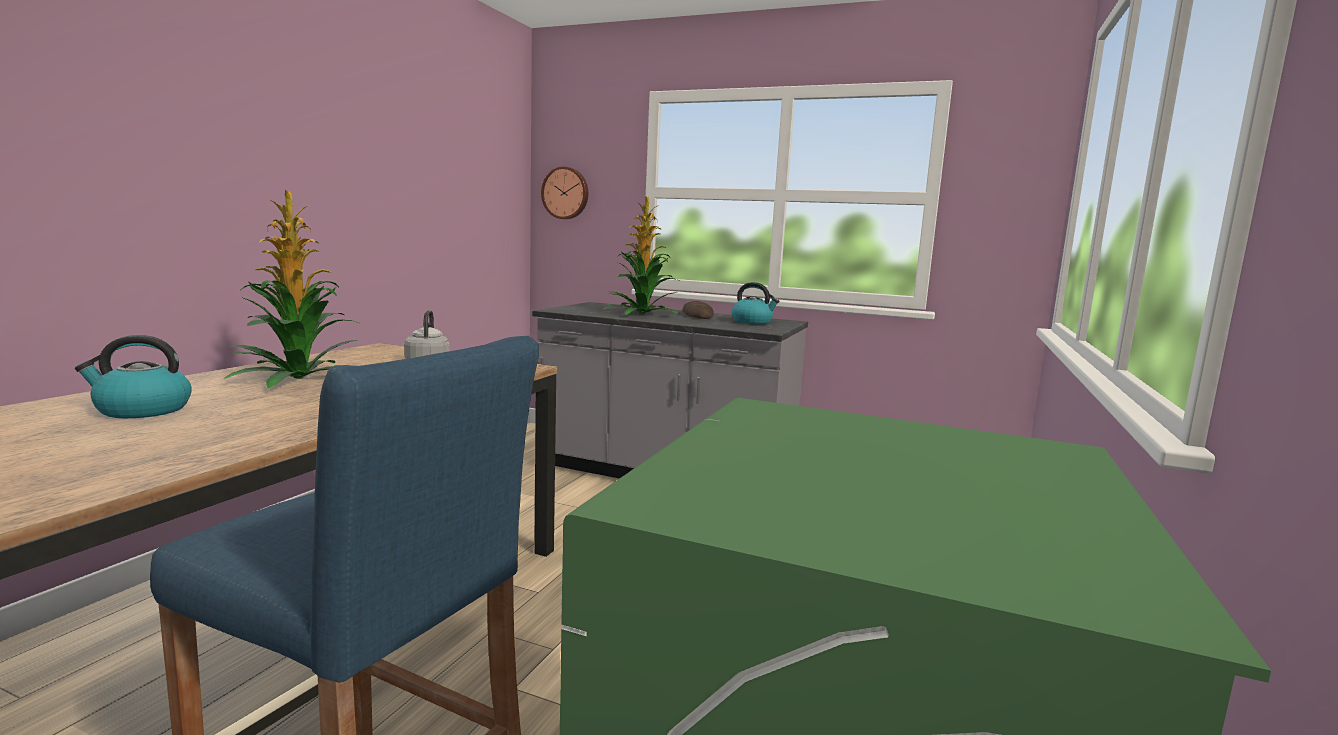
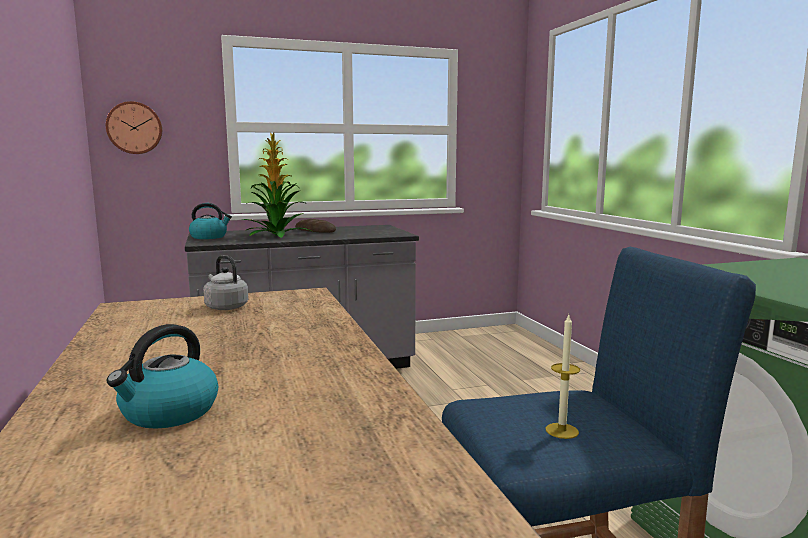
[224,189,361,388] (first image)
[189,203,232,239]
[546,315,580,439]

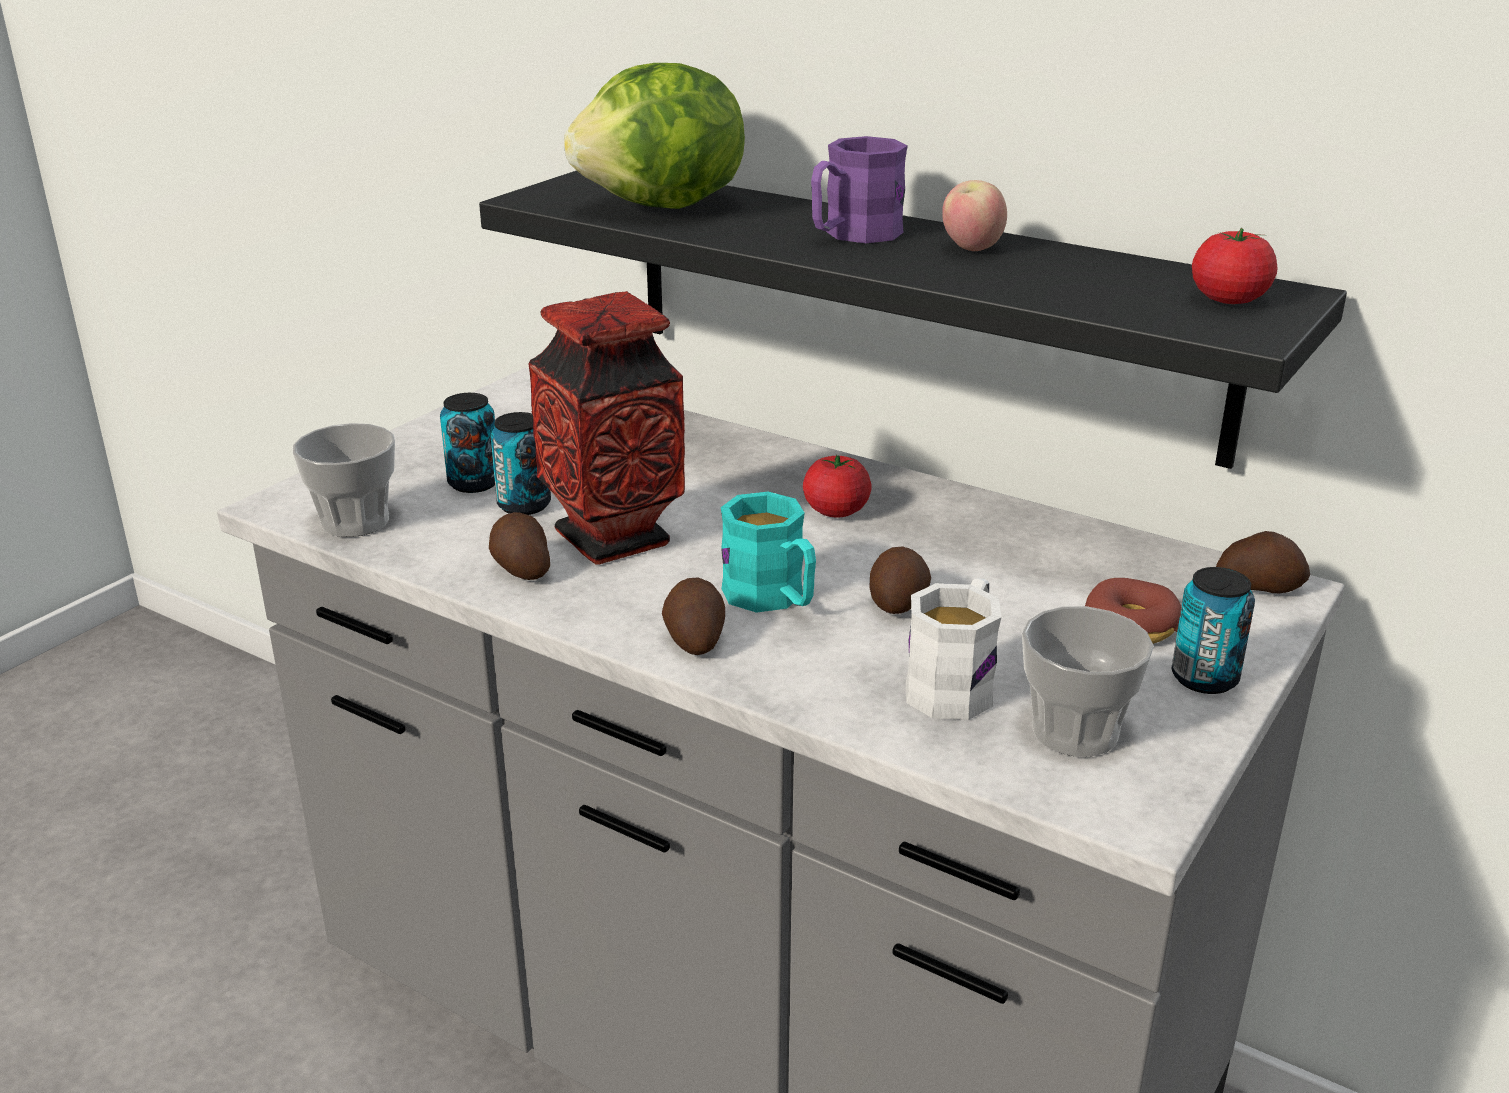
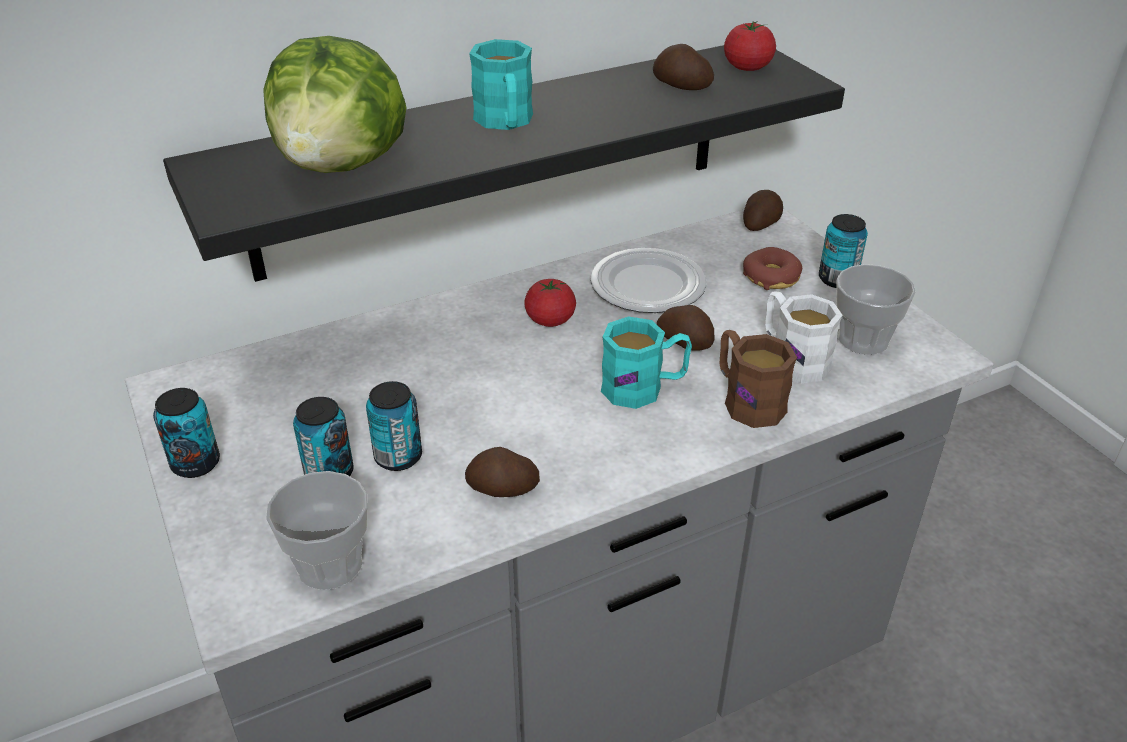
[528,291,685,565] (first image)
[653,44,714,90]
[469,39,533,130]
[942,180,1007,251] (first image)
[153,388,220,478]
[591,248,707,313]
[720,330,797,428]

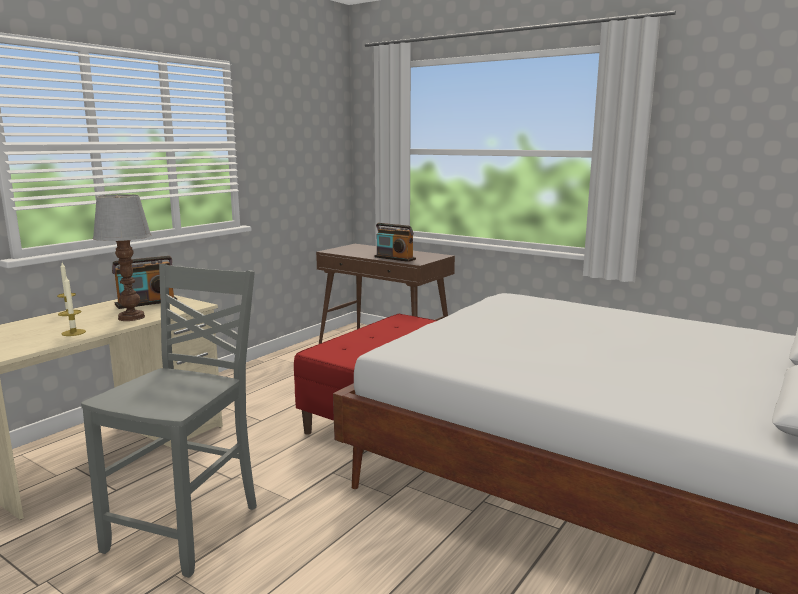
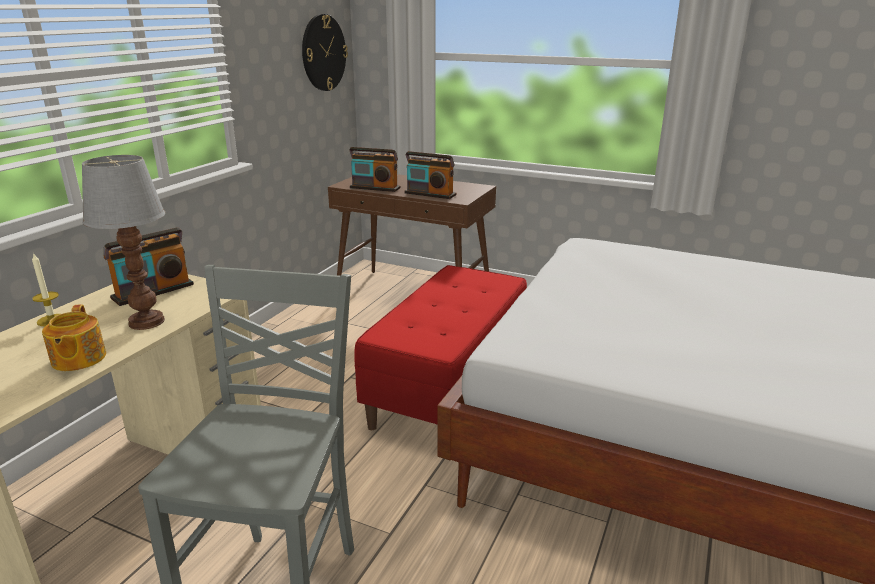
[42,304,106,371]
[302,14,348,91]
[349,147,401,192]

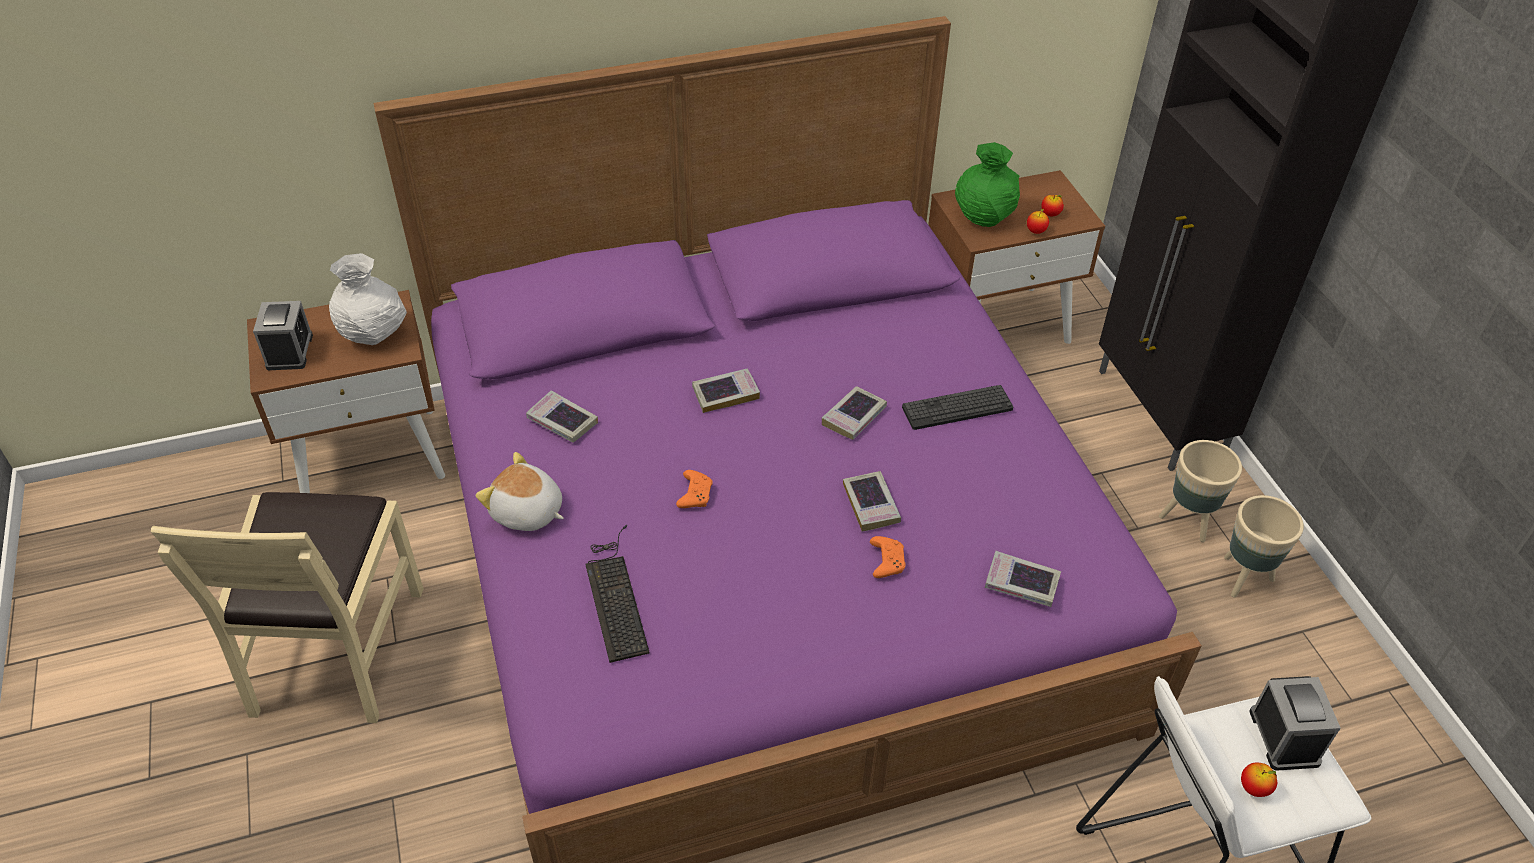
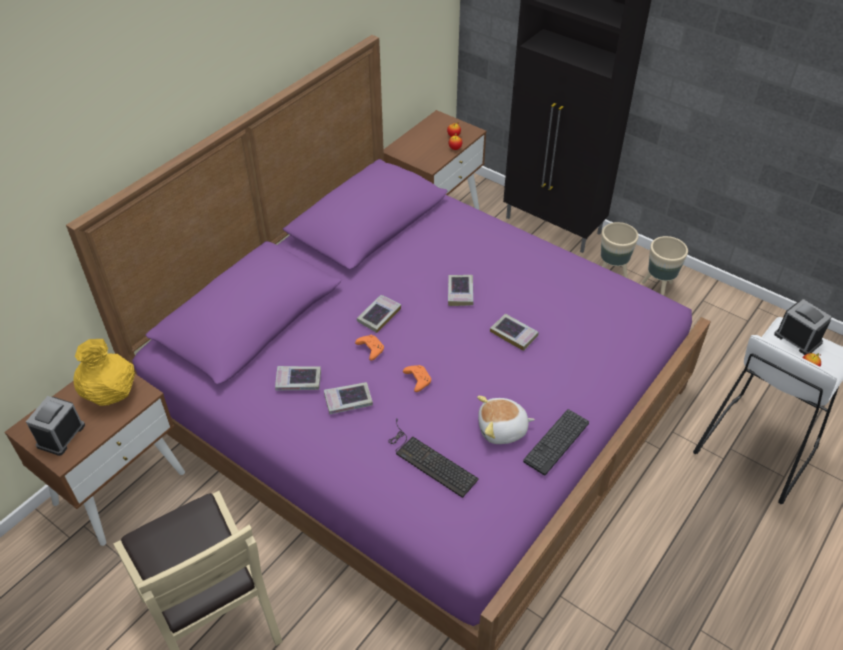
[26,396,85,456]
[74,339,135,406]
[477,396,535,444]
[355,335,384,361]
[523,409,589,475]
[955,142,1020,227] (first image)
[324,382,373,414]

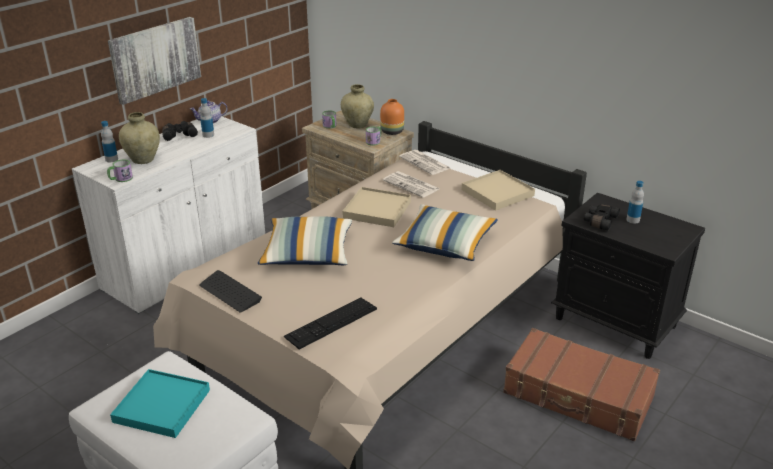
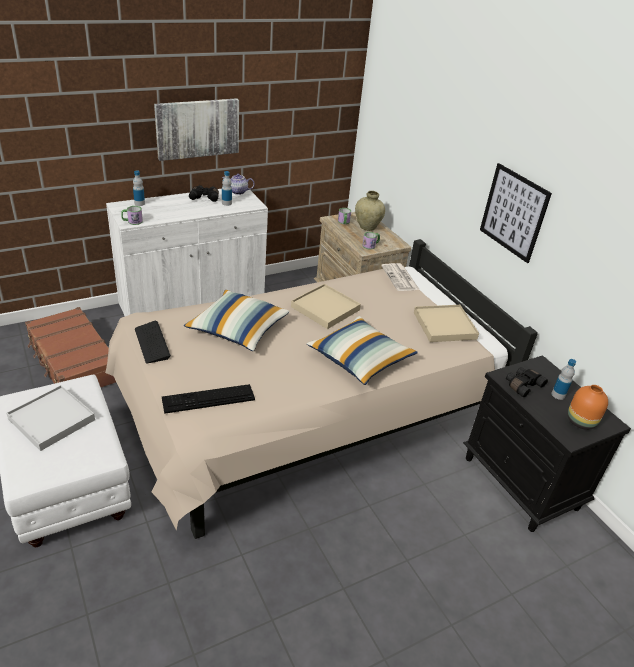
[6,385,95,451]
[119,112,160,164] (first image)
[568,385,608,430]
[383,171,439,198] (first image)
[25,307,116,387]
[480,163,552,263]

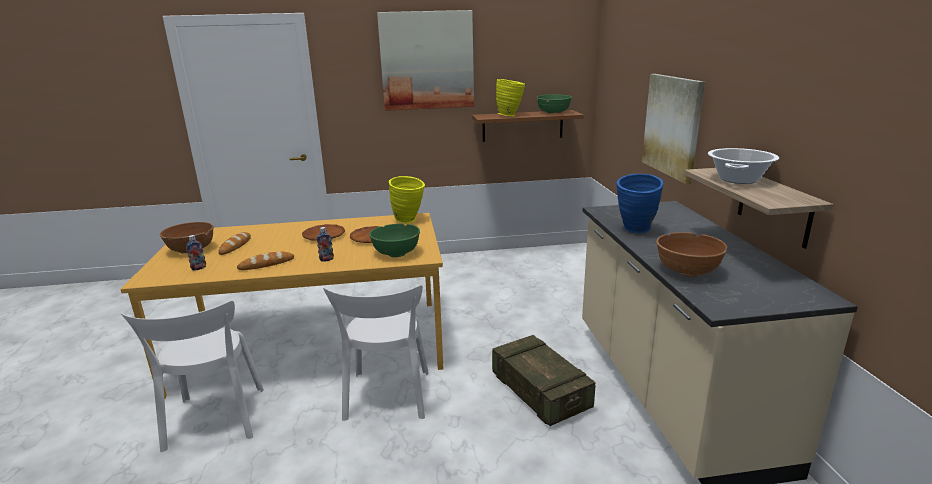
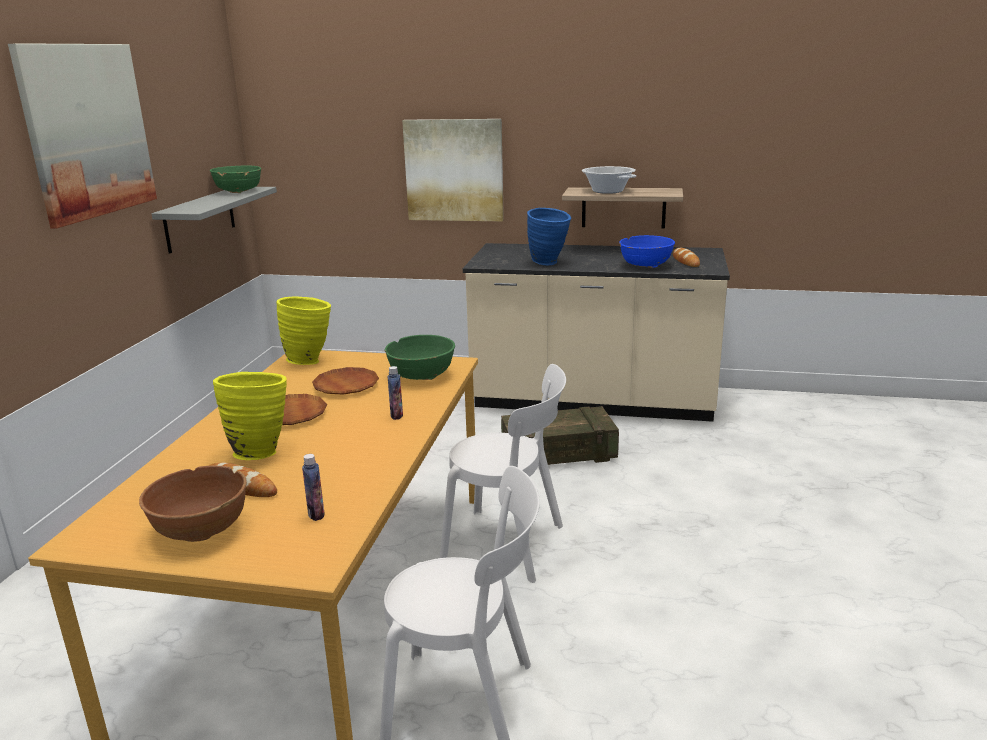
[673,248,700,267]
[152,187,277,254]
[213,372,287,460]
[619,235,675,268]

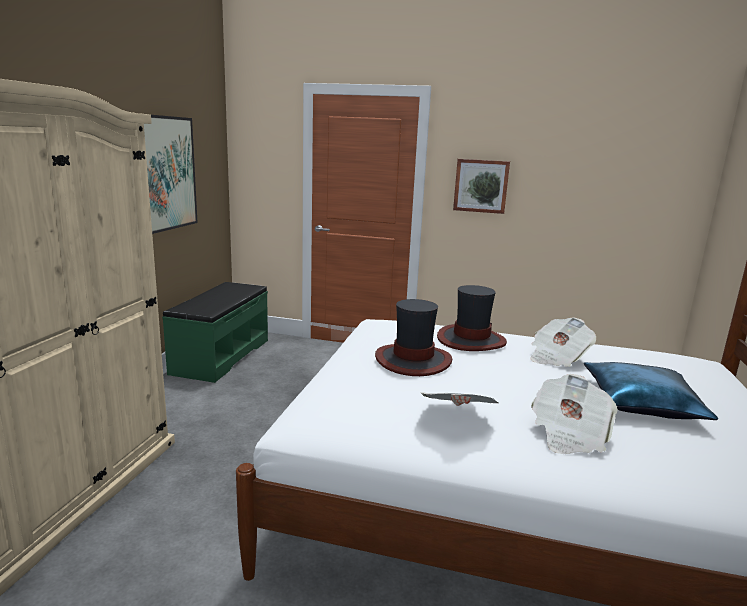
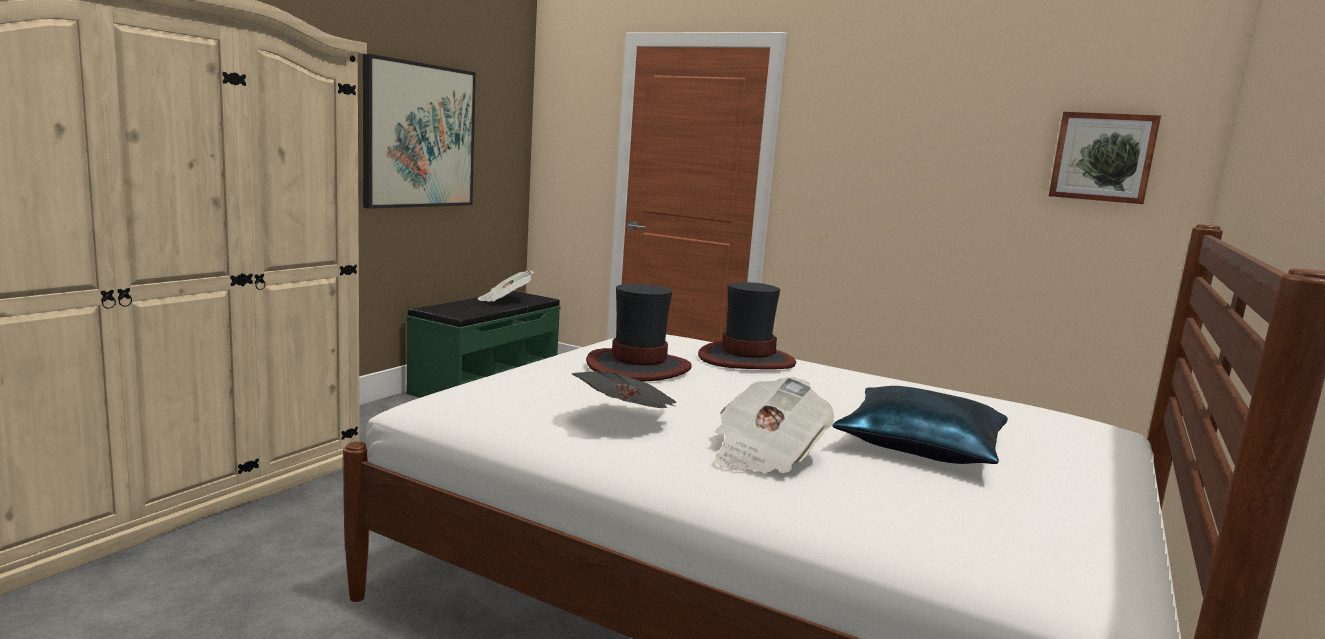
[1049,112,1161,204]
[478,270,534,302]

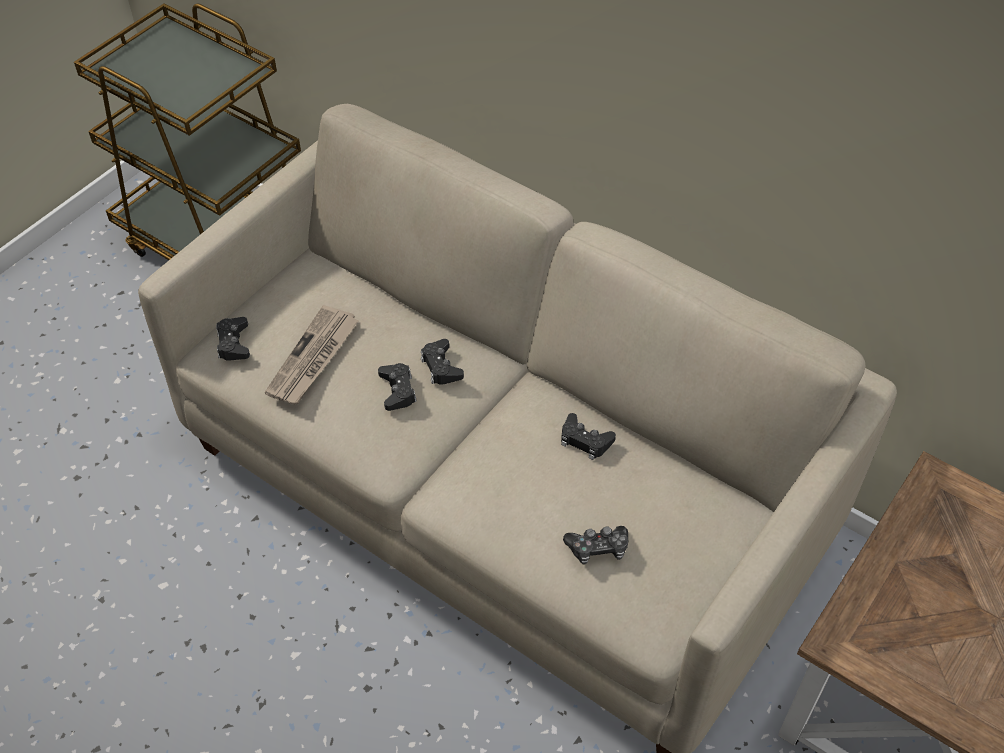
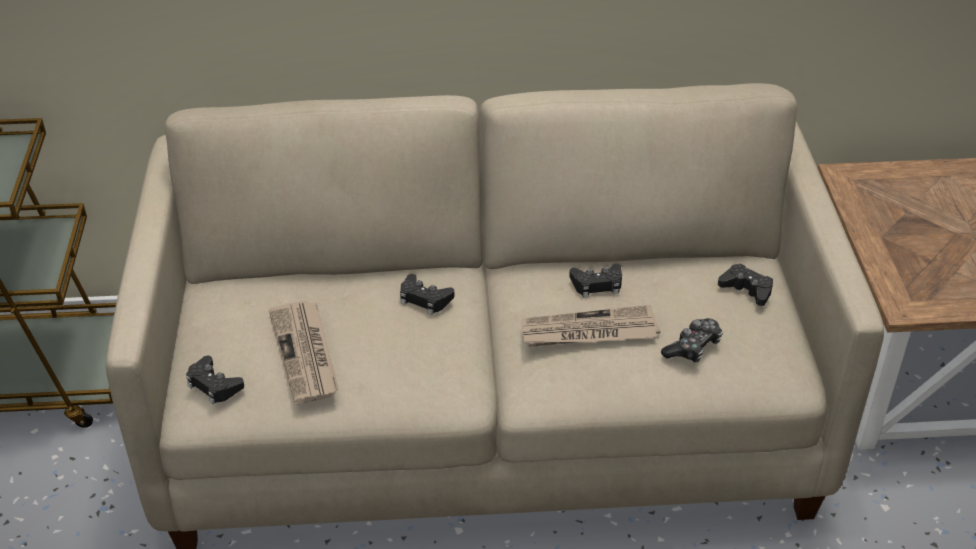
[718,264,773,306]
[522,305,661,347]

